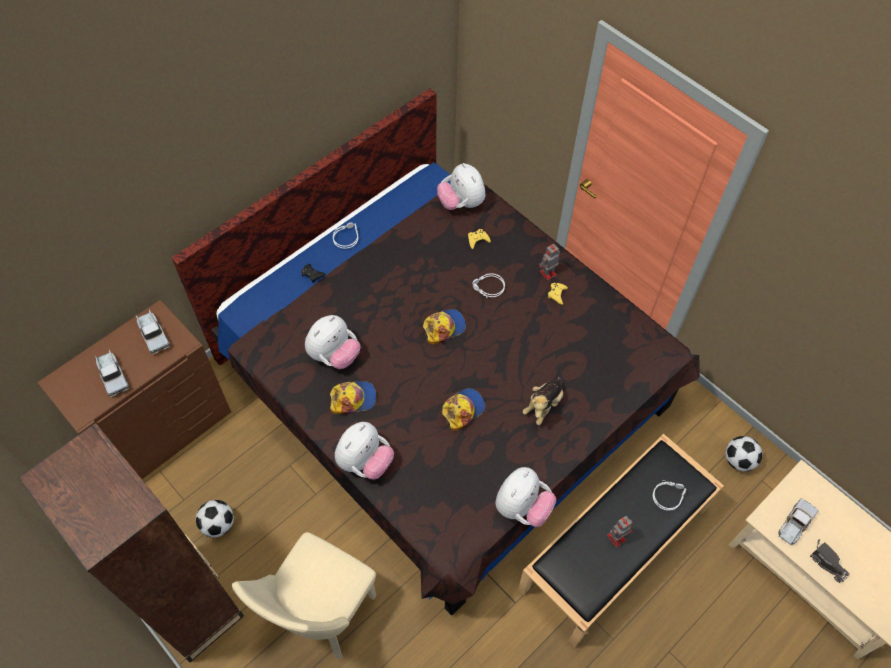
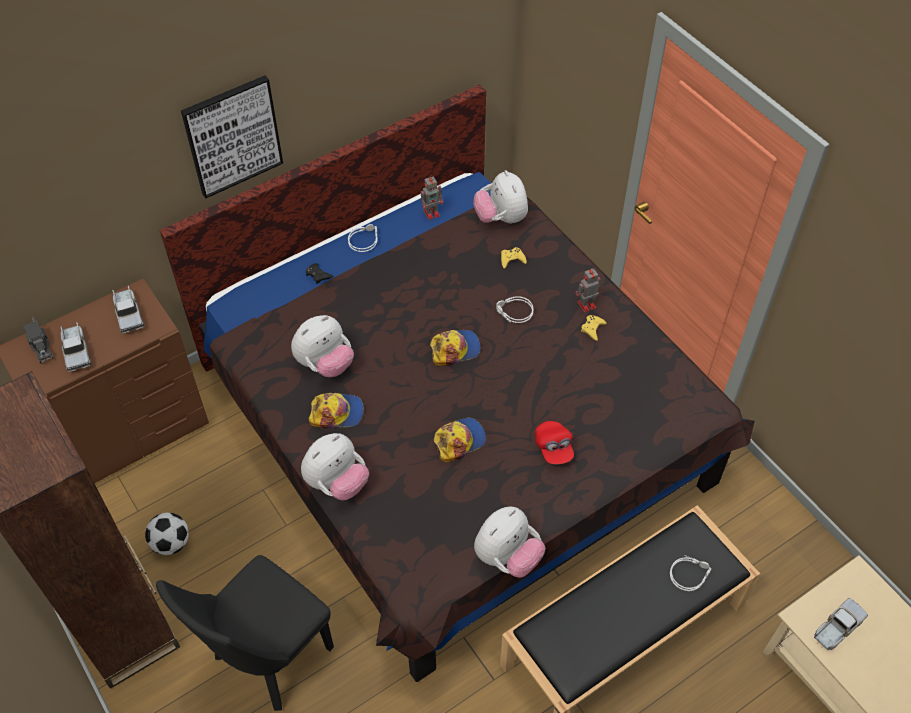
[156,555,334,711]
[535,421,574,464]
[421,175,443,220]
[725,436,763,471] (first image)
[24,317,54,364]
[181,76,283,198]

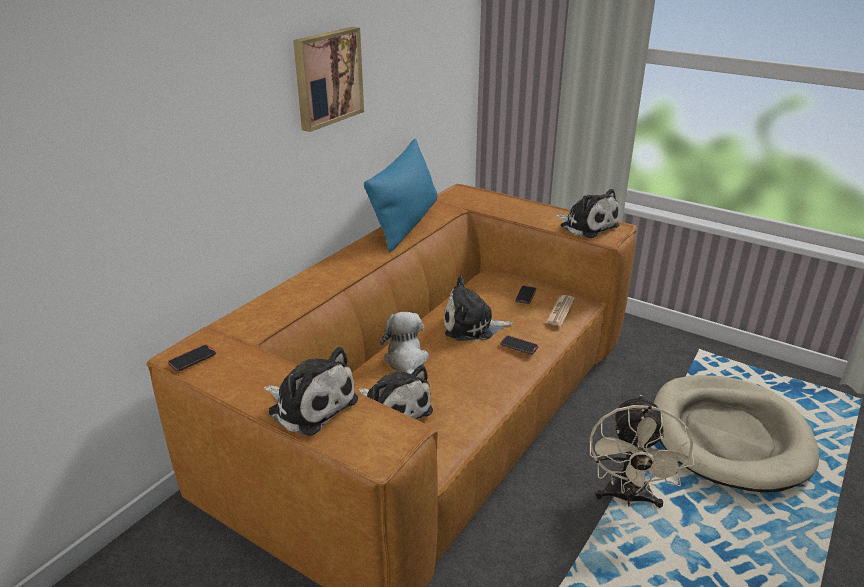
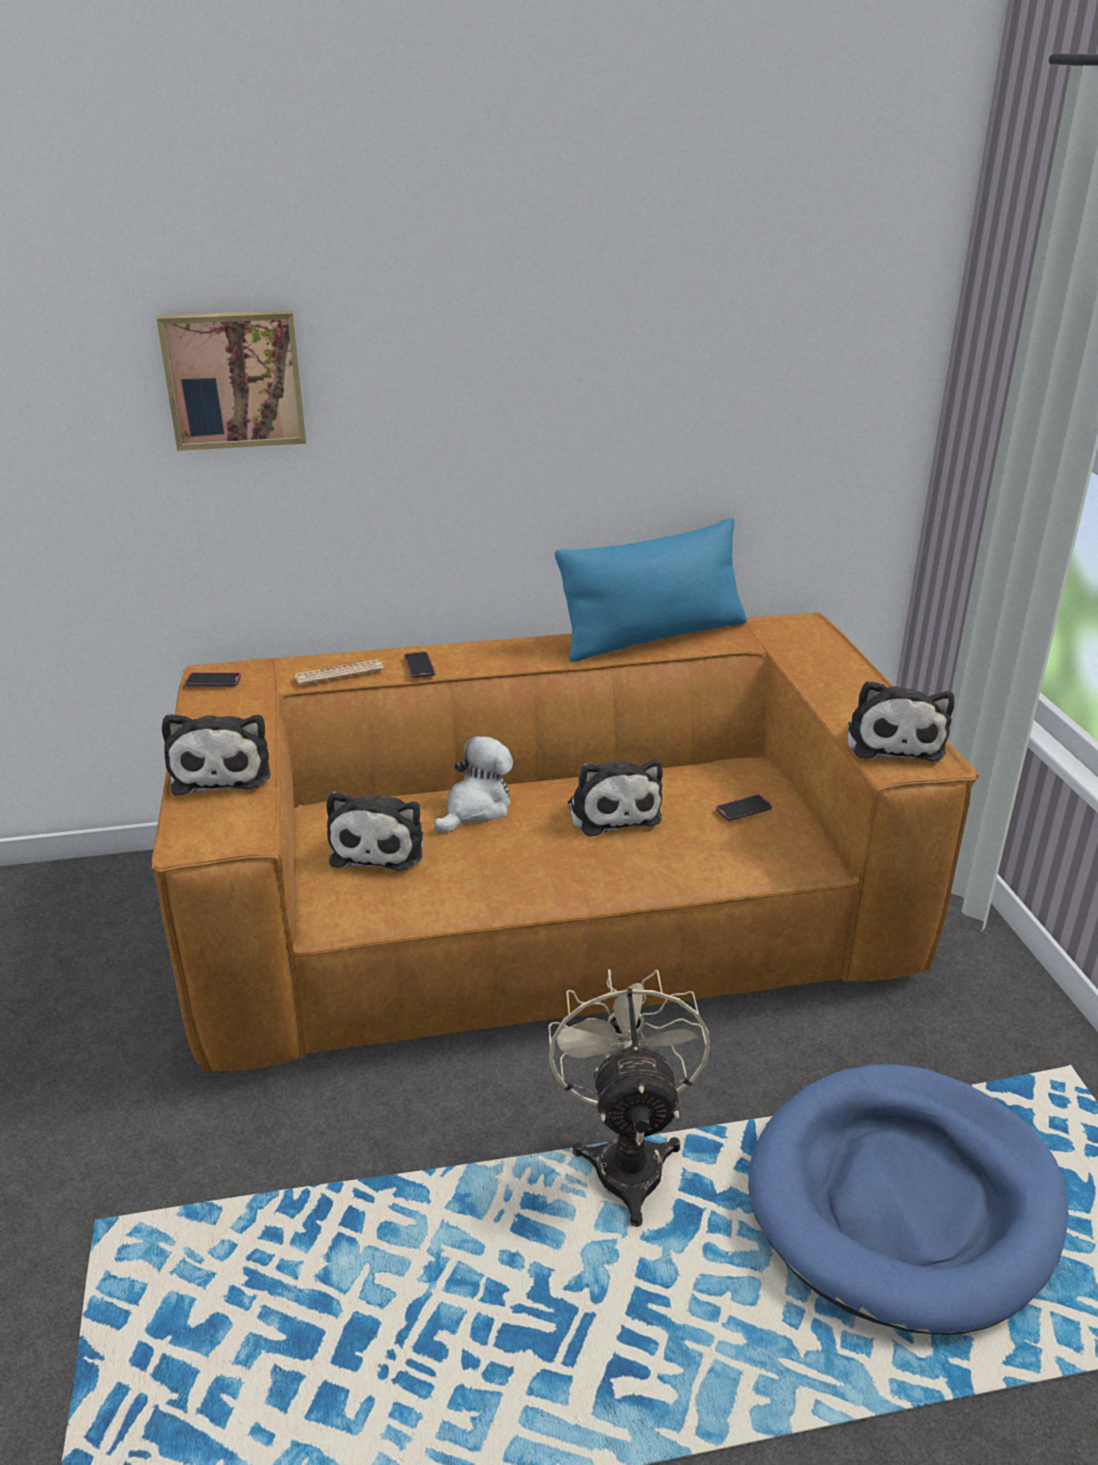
[157,310,306,451]
[568,759,663,836]
[404,651,435,678]
[295,659,384,685]
[548,969,710,1227]
[748,1064,1069,1335]

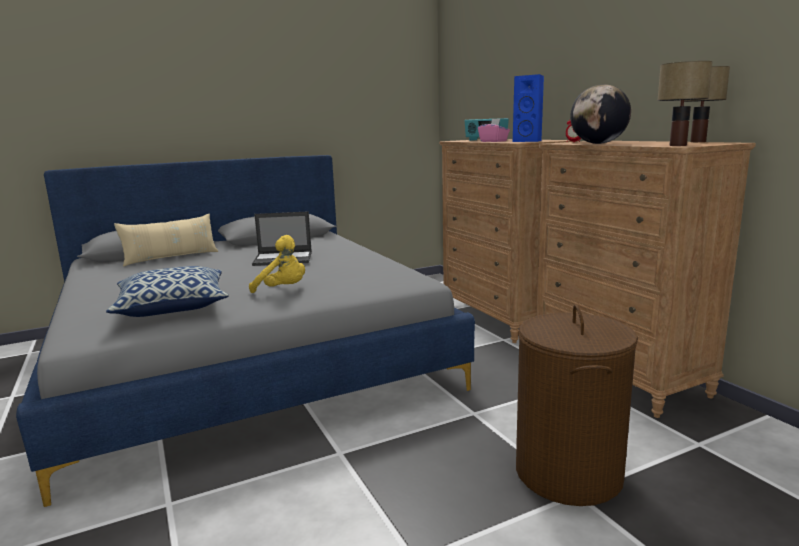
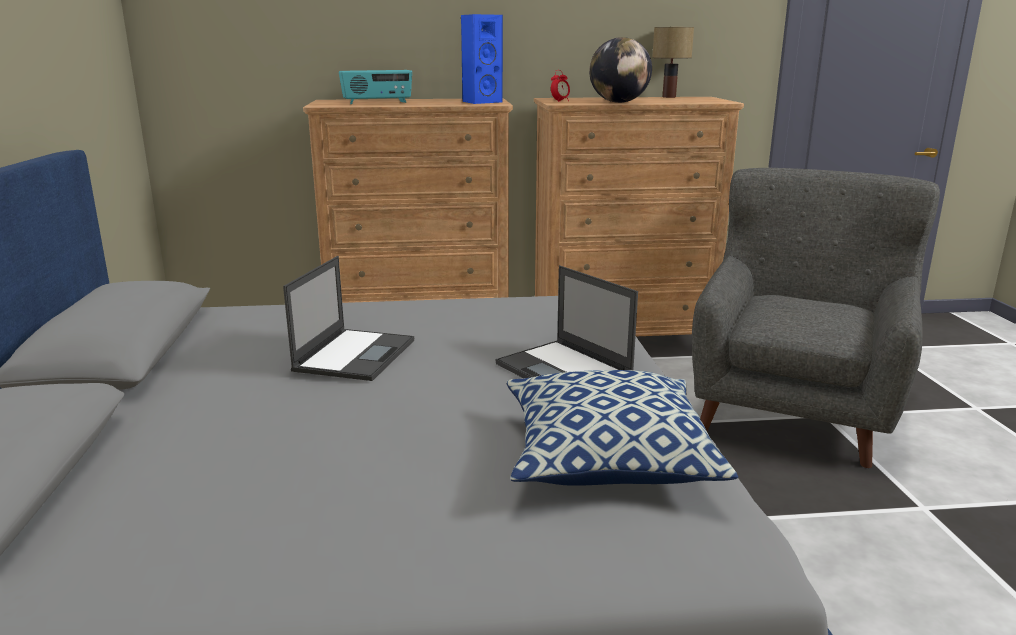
[114,214,218,267] (first image)
[496,265,638,378]
[478,119,510,142] (first image)
[692,168,940,468]
[657,61,713,146] (first image)

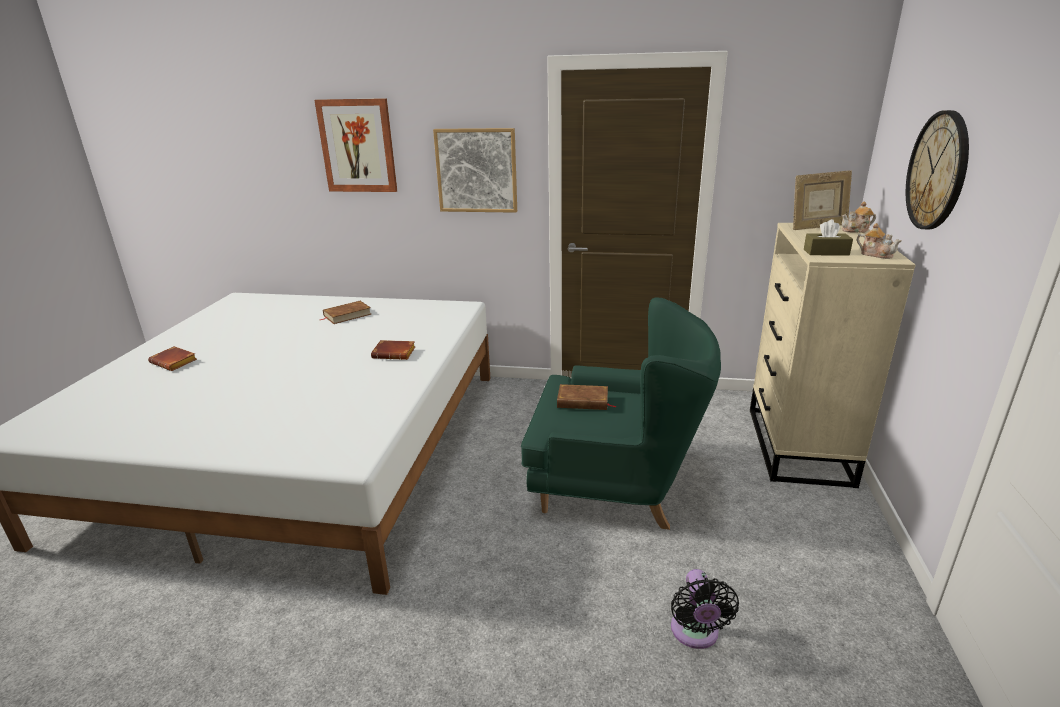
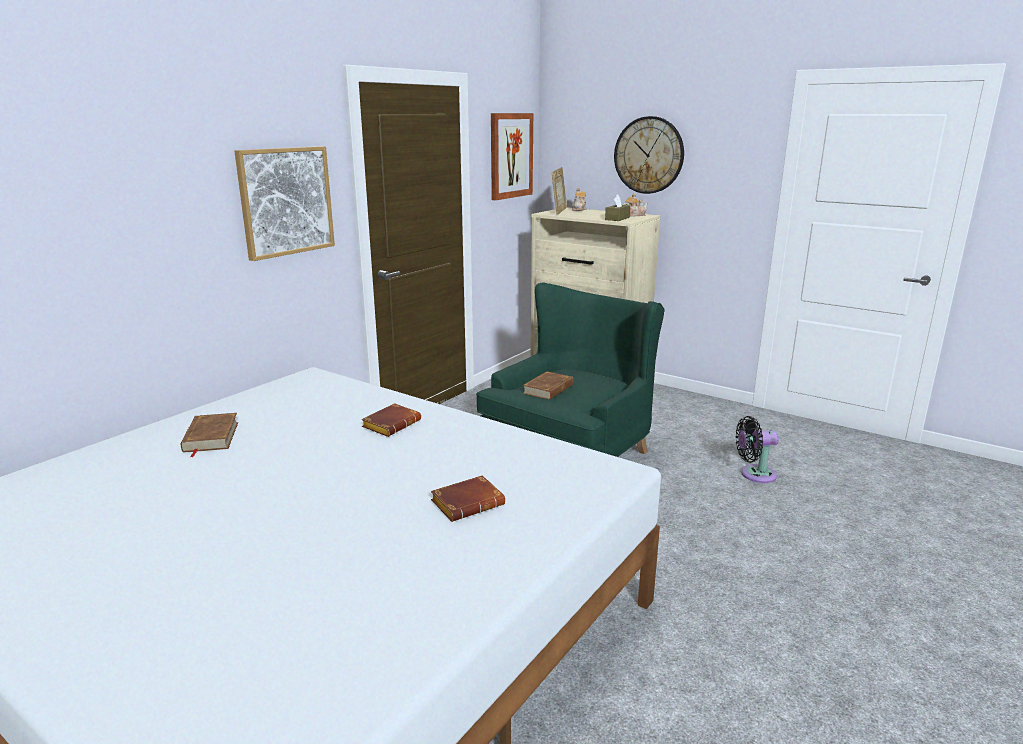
[431,475,505,522]
[491,113,533,200]
[735,416,779,483]

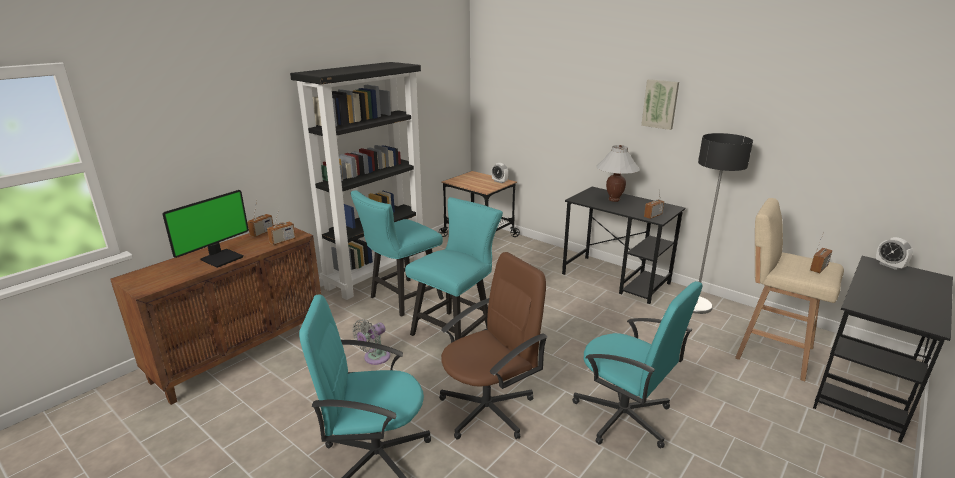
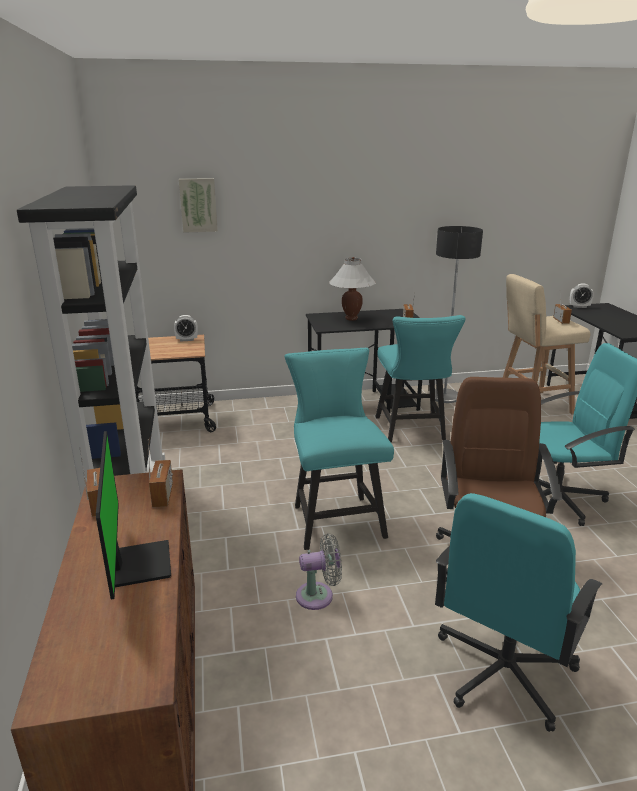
[375,315,466,443]
[296,533,342,610]
[179,178,218,233]

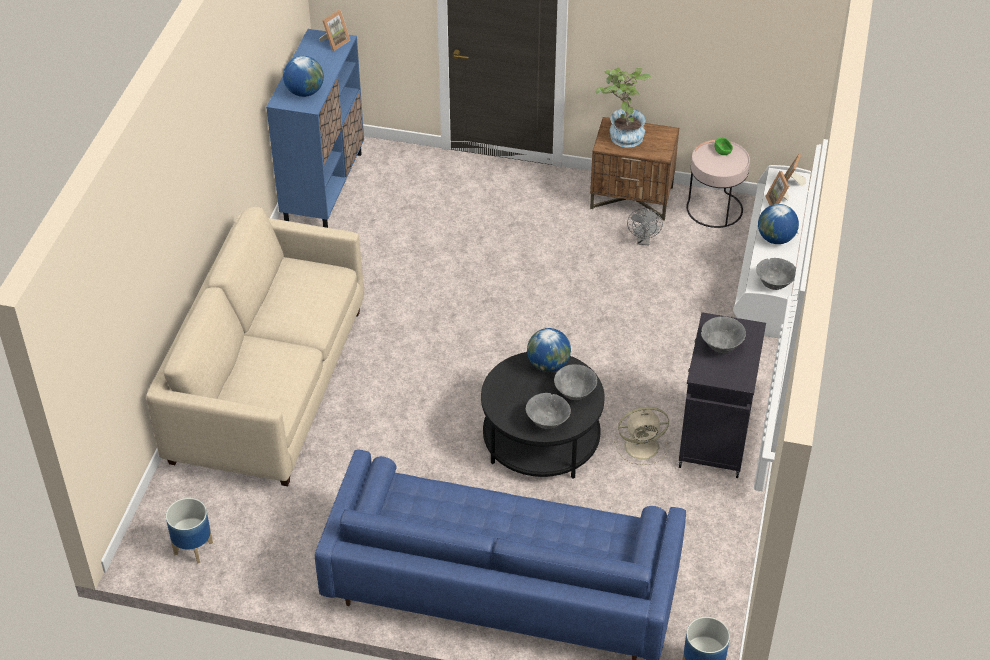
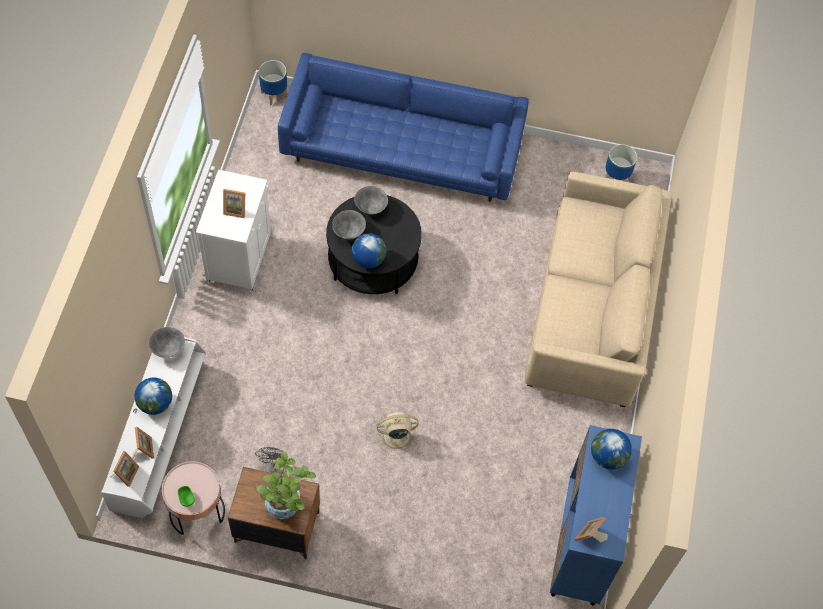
[375,412,419,456]
[196,170,271,294]
[223,189,245,218]

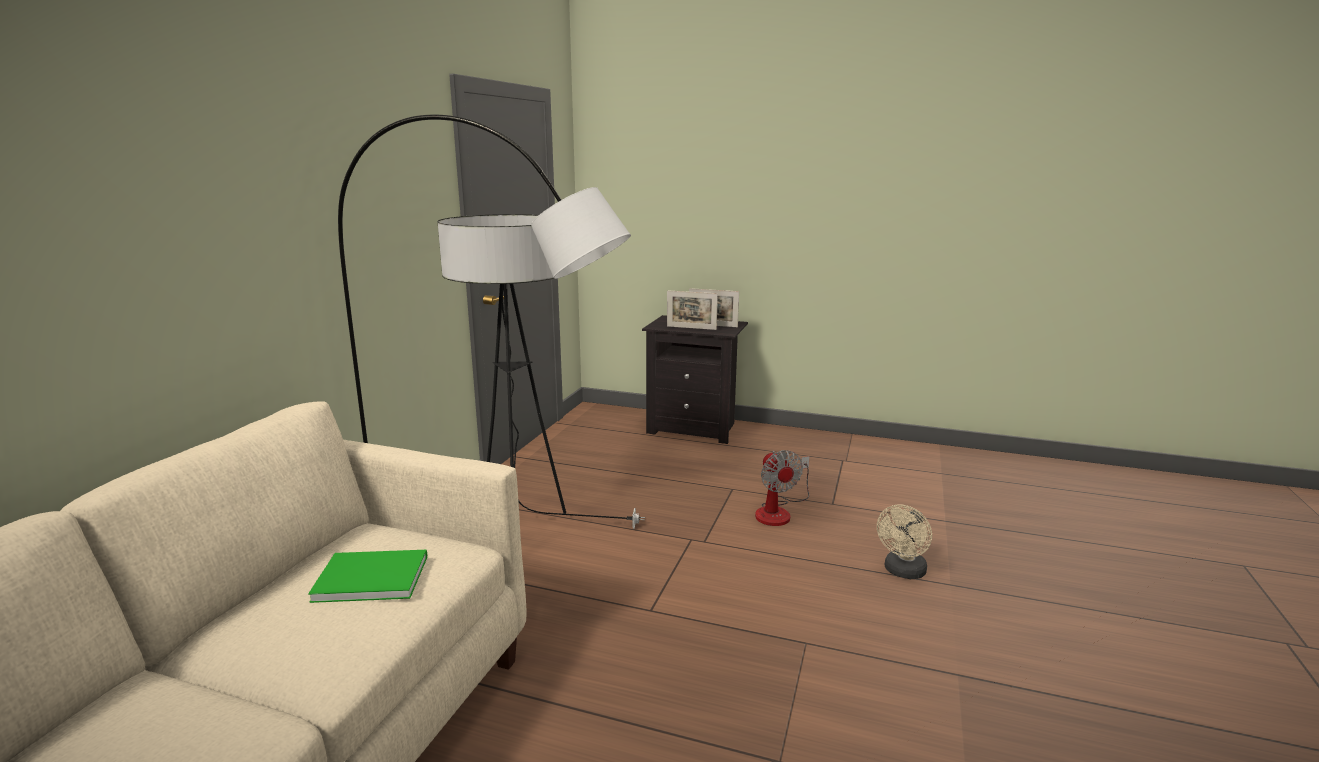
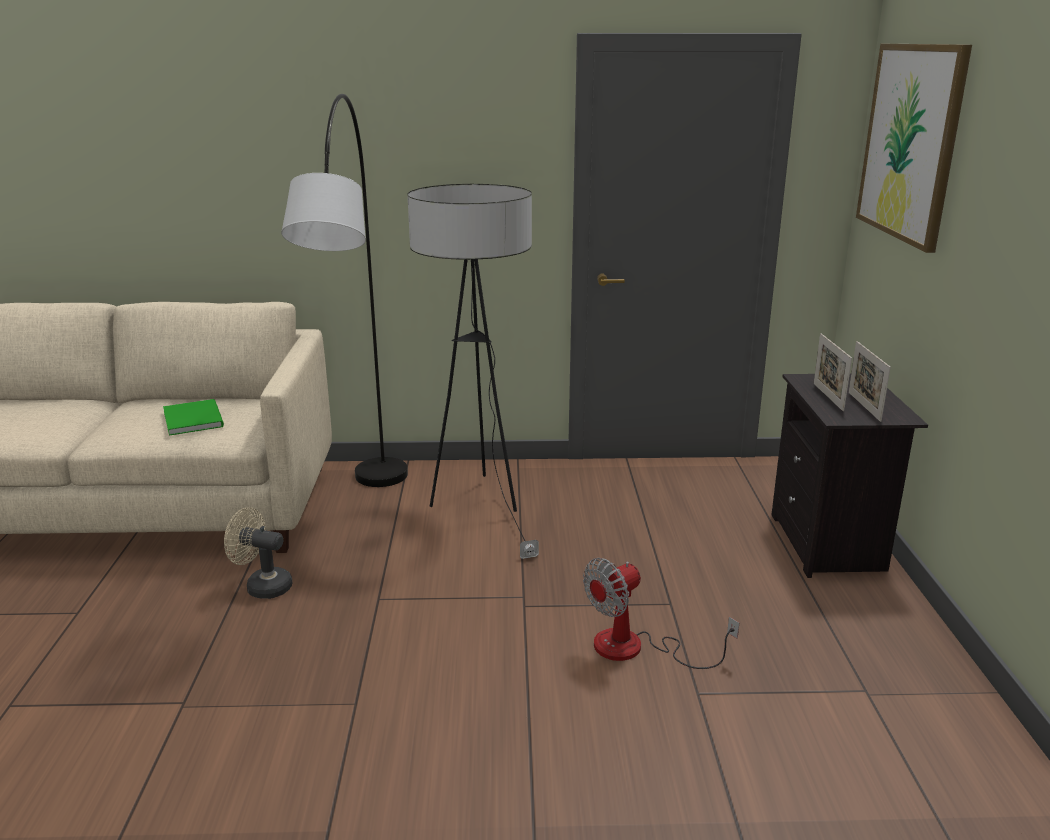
[224,507,293,599]
[856,44,972,253]

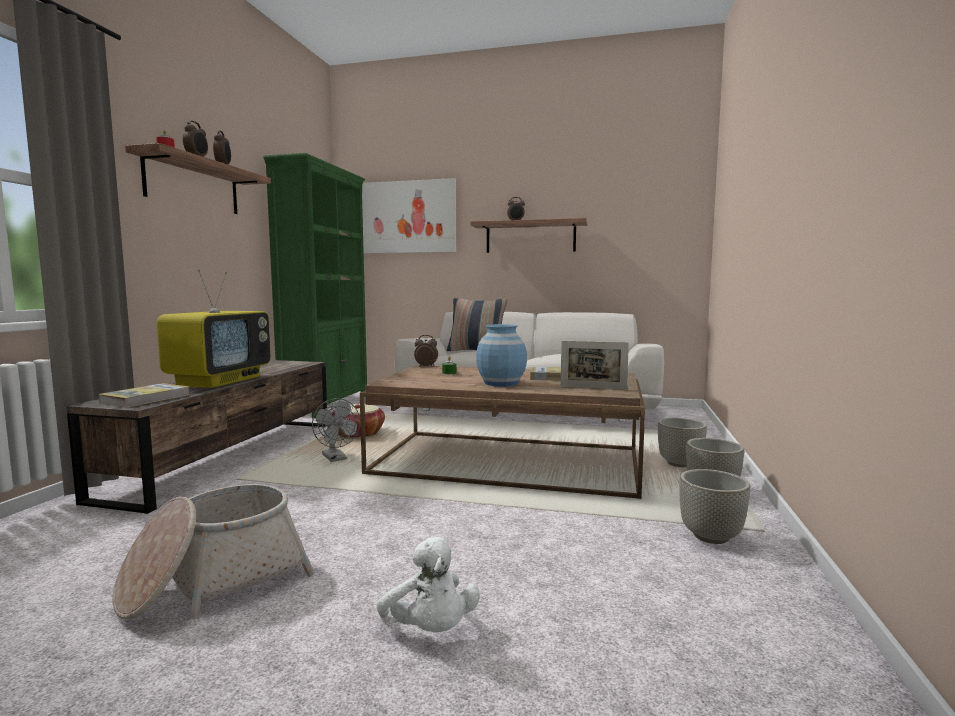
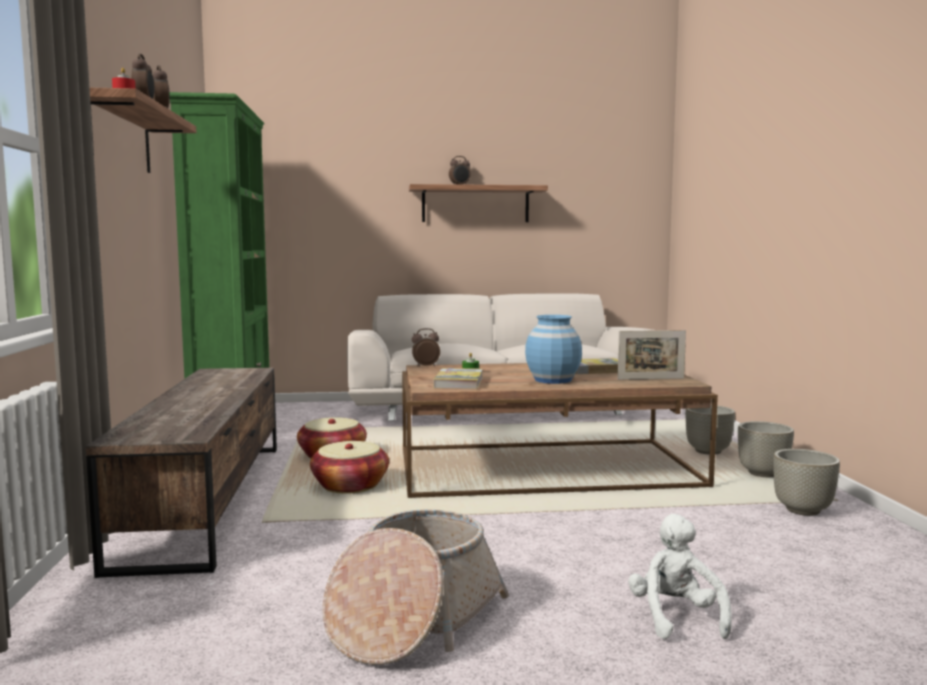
[433,368,483,389]
[156,270,271,388] (first image)
[310,441,389,494]
[362,178,456,254] (first image)
[628,514,731,639]
[447,298,507,351] (first image)

